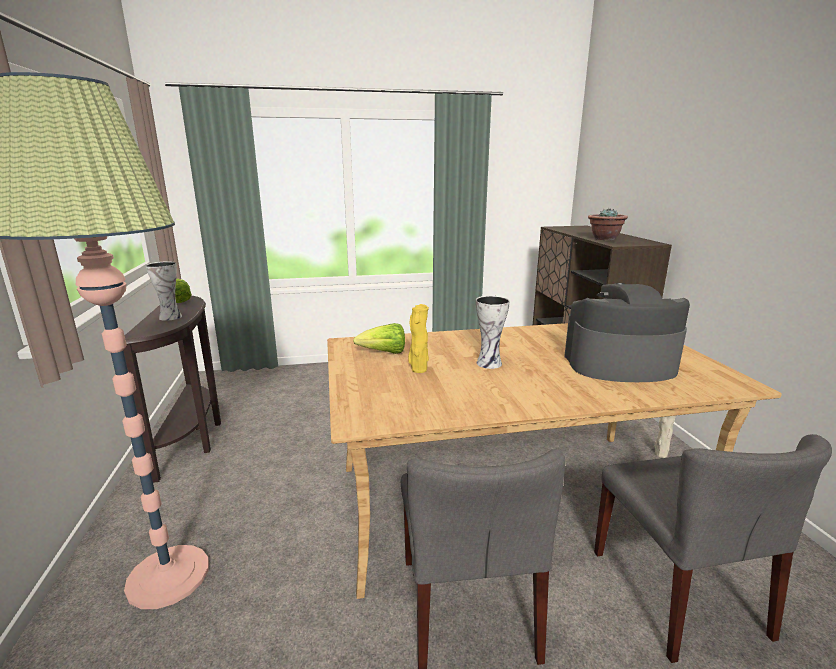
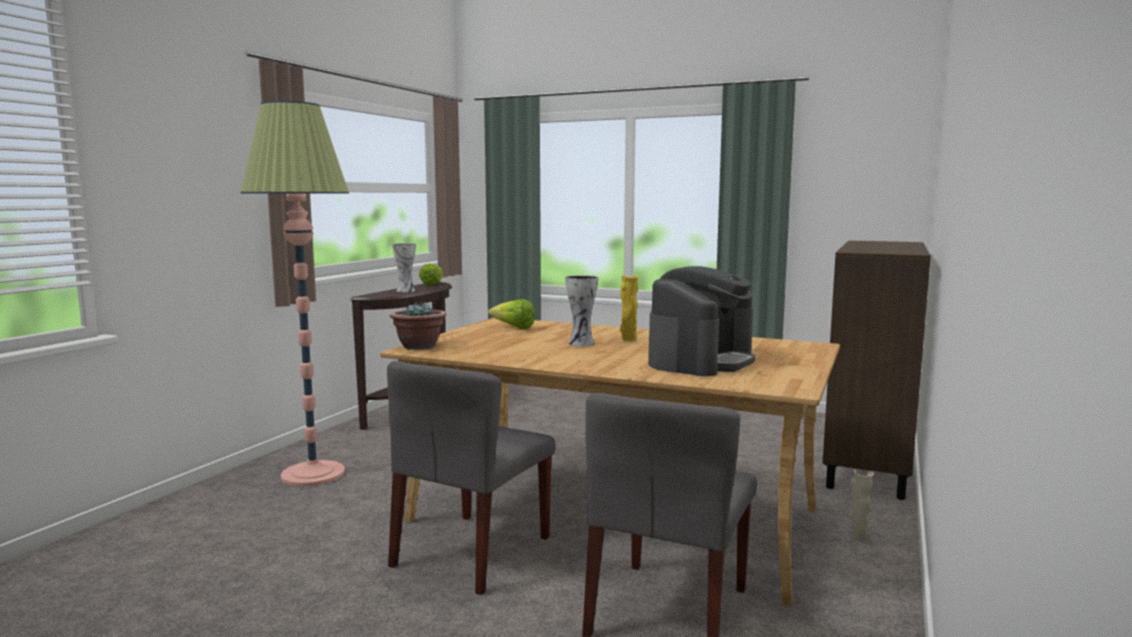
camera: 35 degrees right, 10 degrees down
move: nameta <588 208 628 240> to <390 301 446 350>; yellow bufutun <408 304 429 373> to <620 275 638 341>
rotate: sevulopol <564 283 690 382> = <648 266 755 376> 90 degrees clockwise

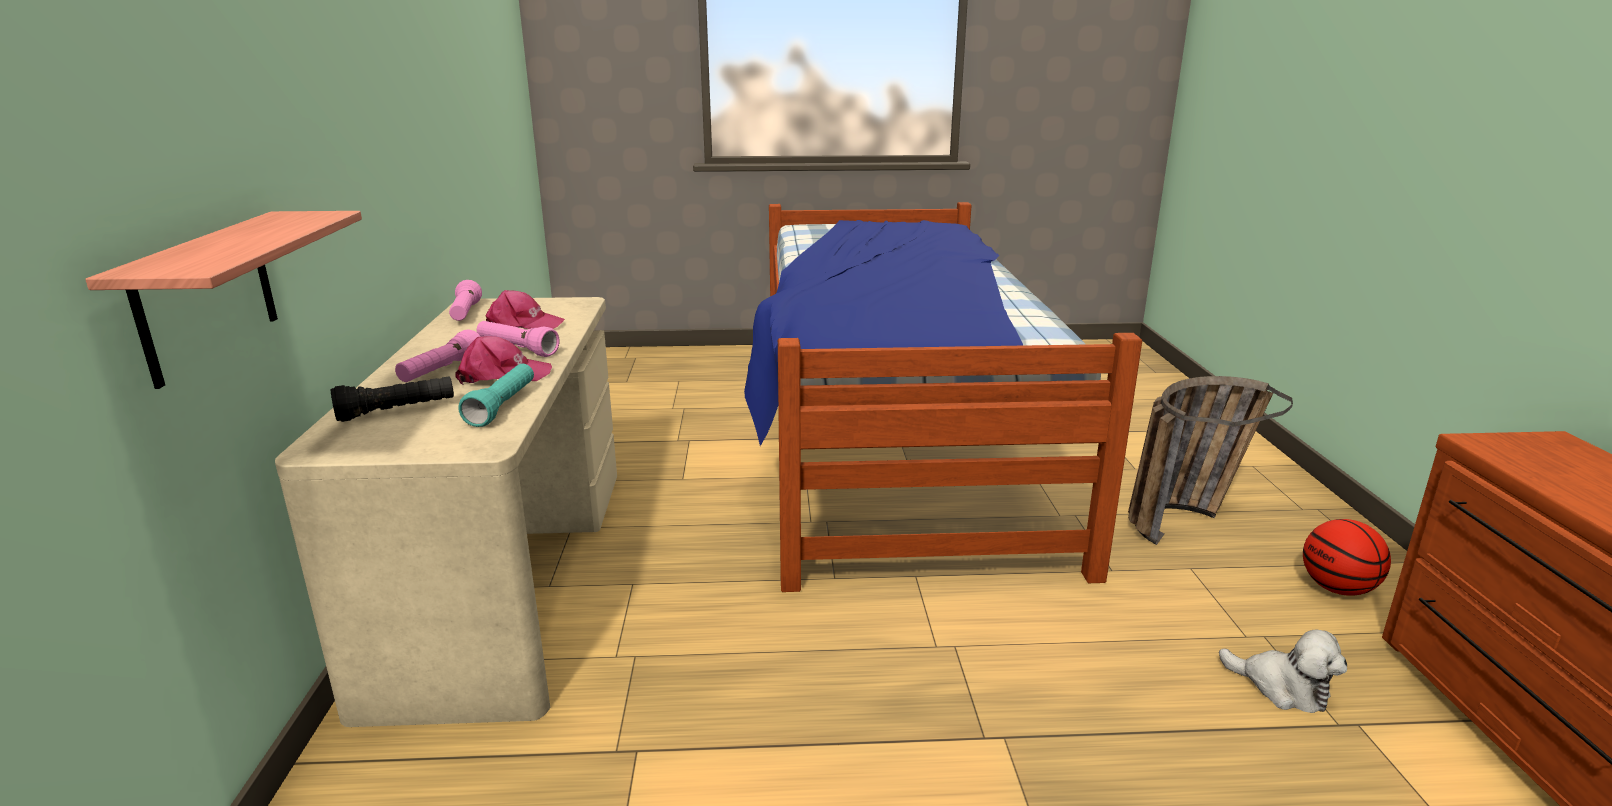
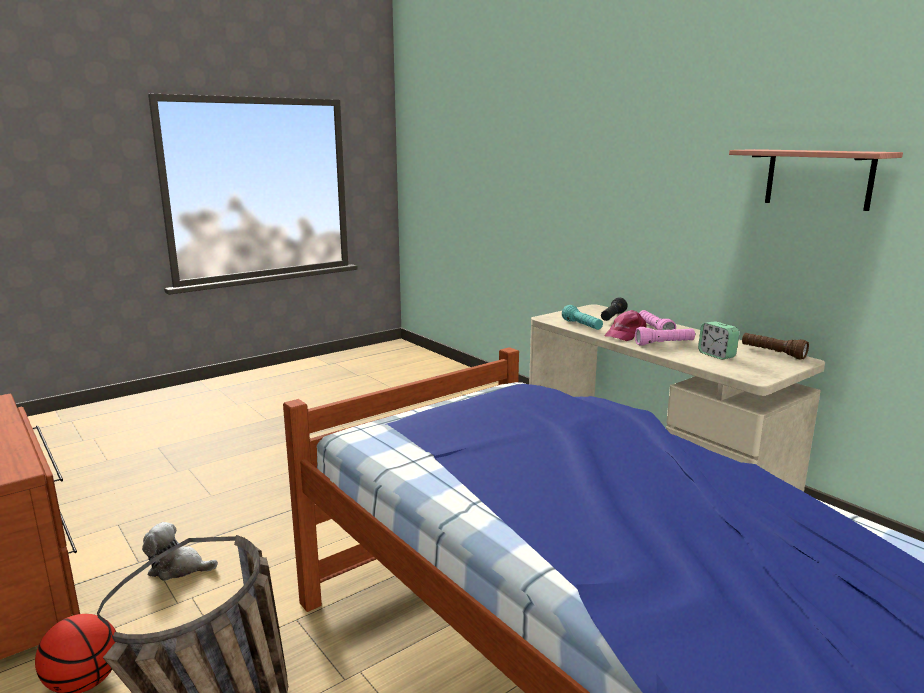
camera: 145 degrees right, 5 degrees down
move: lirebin <85 211 362 389> to <729 149 903 211>
replace: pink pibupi <486 290 565 329> to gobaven <698 321 739 360>
recolor: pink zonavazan <449 280 482 321> to brown zonavazan <742 333 809 360>

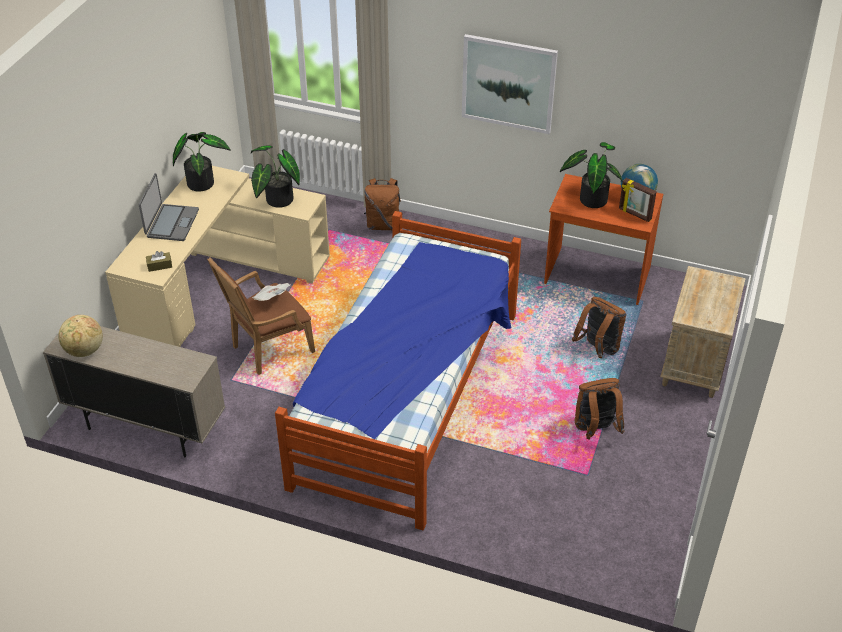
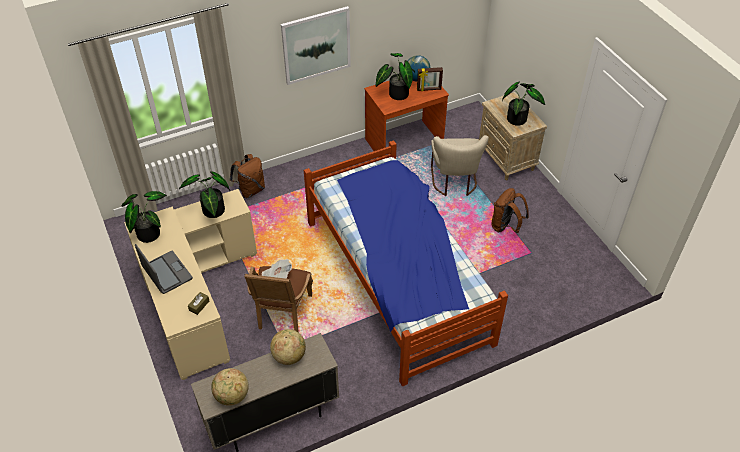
camera: 45 degrees left, 5 degrees up
insert: nameta <502 82 545 126>; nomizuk <270 329 306 365>
replace: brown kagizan <572 297 626 358> to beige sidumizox <431 135 489 196>

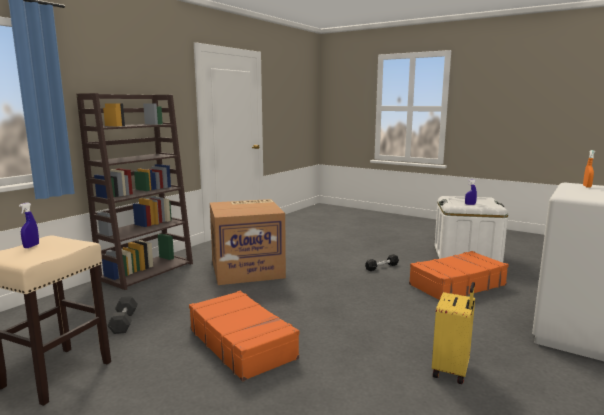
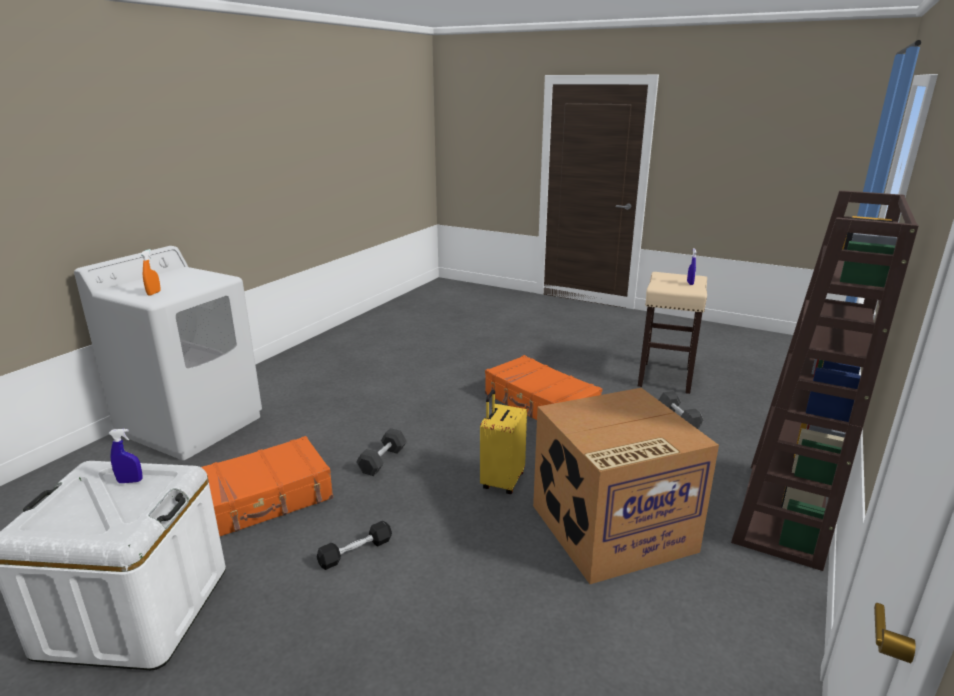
camera: 175 degrees right, 10 degrees up
insert: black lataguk <356 428 407 476>
move: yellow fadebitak <432 282 475 384> to <480 390 527 494>

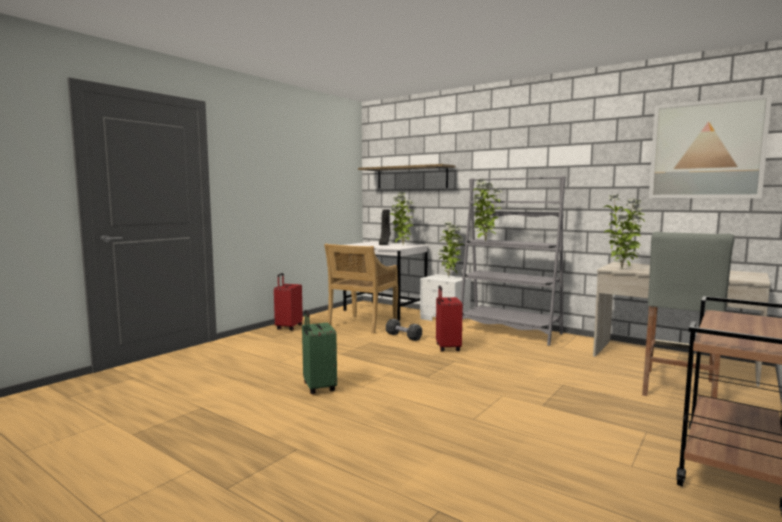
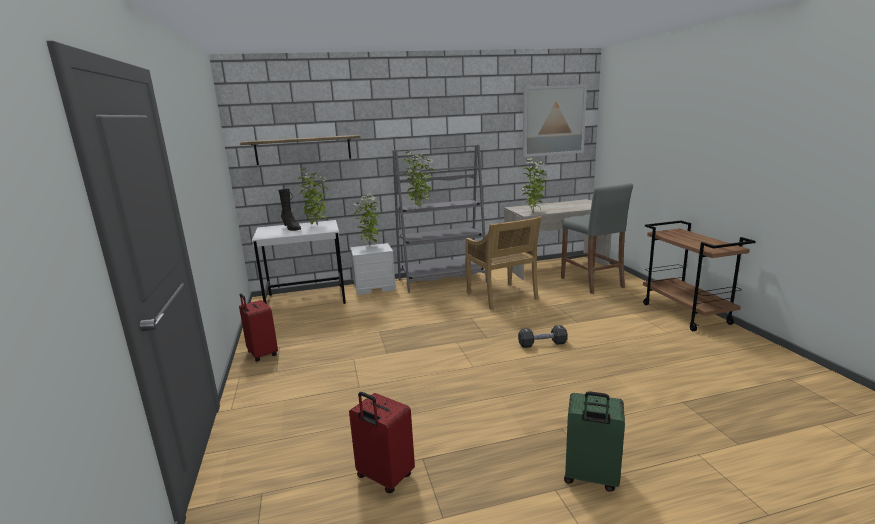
camera: 50 degrees left, 10 degrees up
move: beige sidumizox <324 244 398 334> to <465 217 541 310>; red fadebitak <436 285 463 352> to <349 392 415 493>; green fadebitak <302 310 337 394> to <564 391 625 492>; black lataguk <386 319 422 341> to <518 325 568 348>

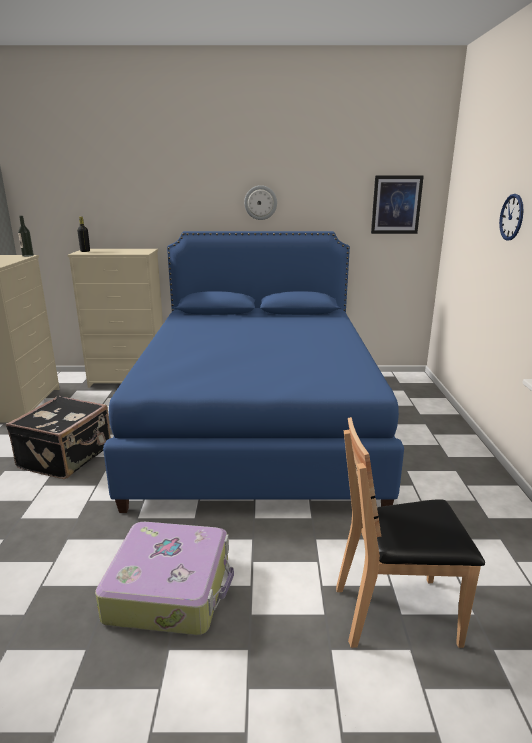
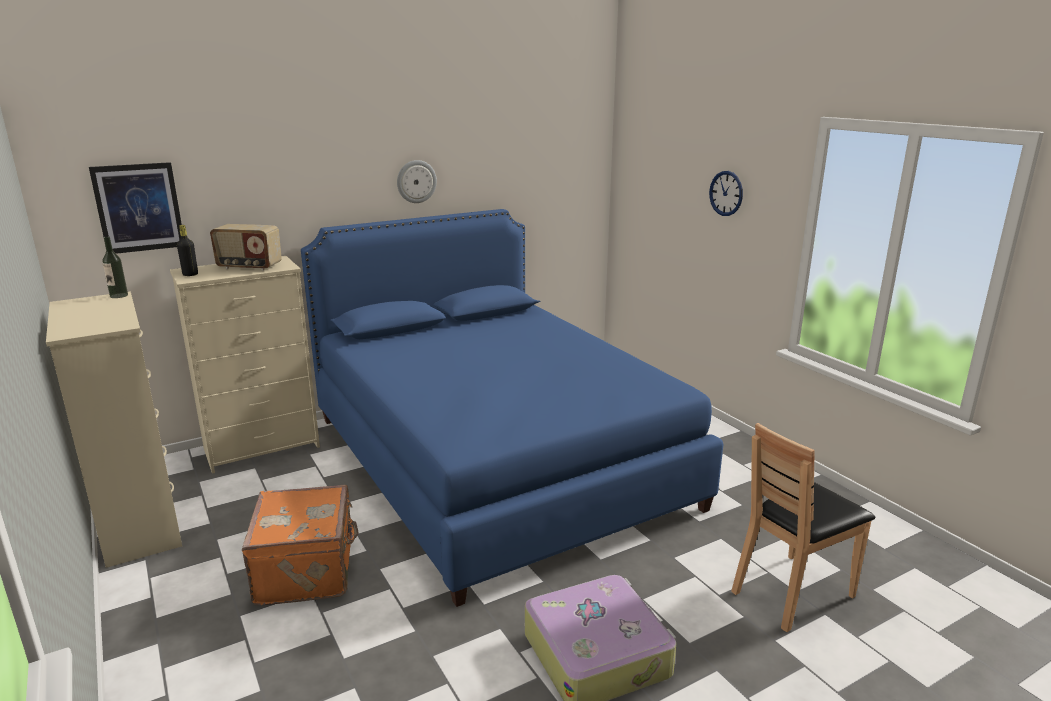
camera: 30 degrees left, 0 degrees up
insert: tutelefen <210 224 282 270>
move: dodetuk <371 175 424 234> to <89 162 182 254>
recolor: black fadebitak <6 396 111 479> to orange fadebitak <242 485 359 605>

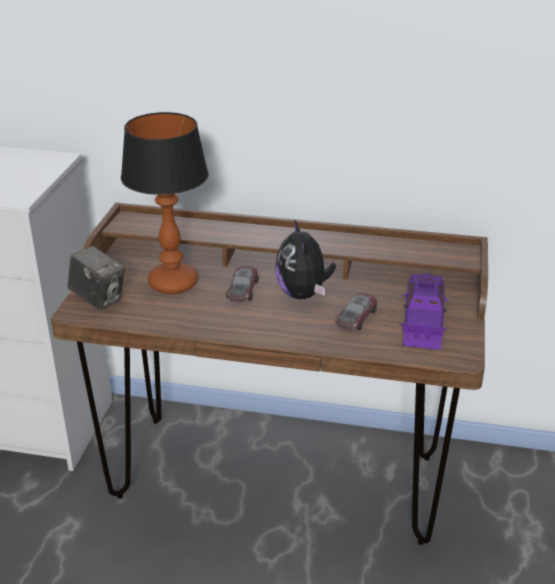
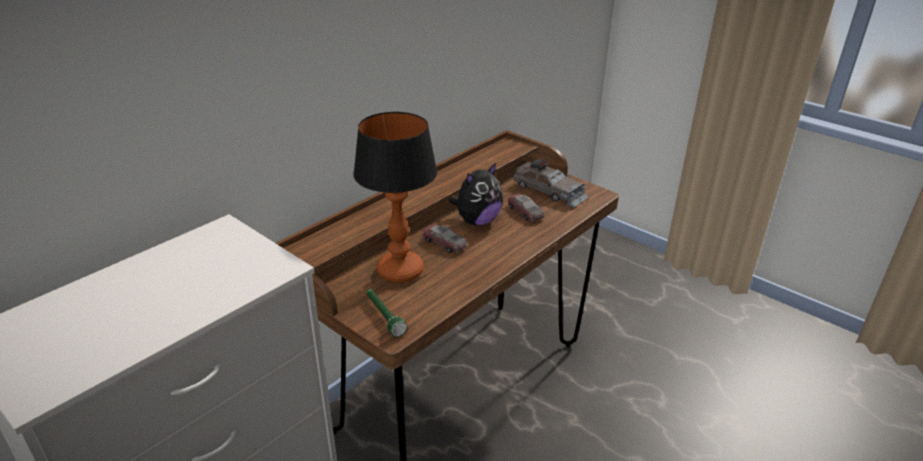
camera: 60 degrees left, 0 degrees up
replace: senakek <67 246 125 310> to green zonavazan <366 289 407 337>
recolor: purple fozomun <399 273 448 350> to grey fozomun <513 159 589 208>
rotate: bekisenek <275 219 336 299> = <449 163 503 226> 60 degrees counterclockwise

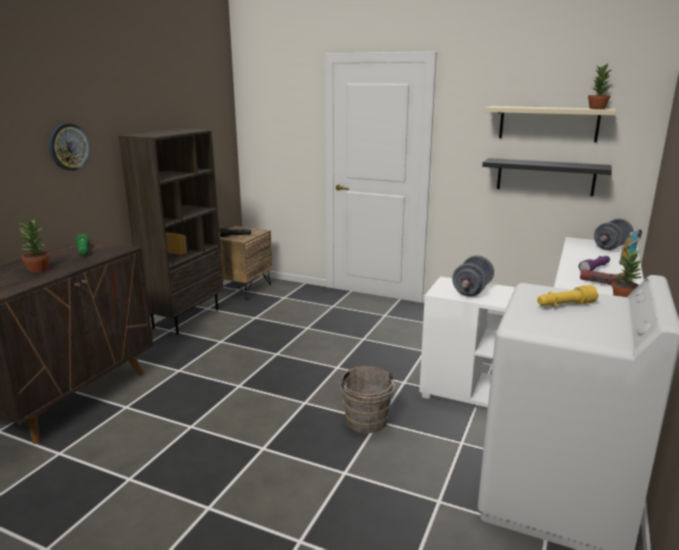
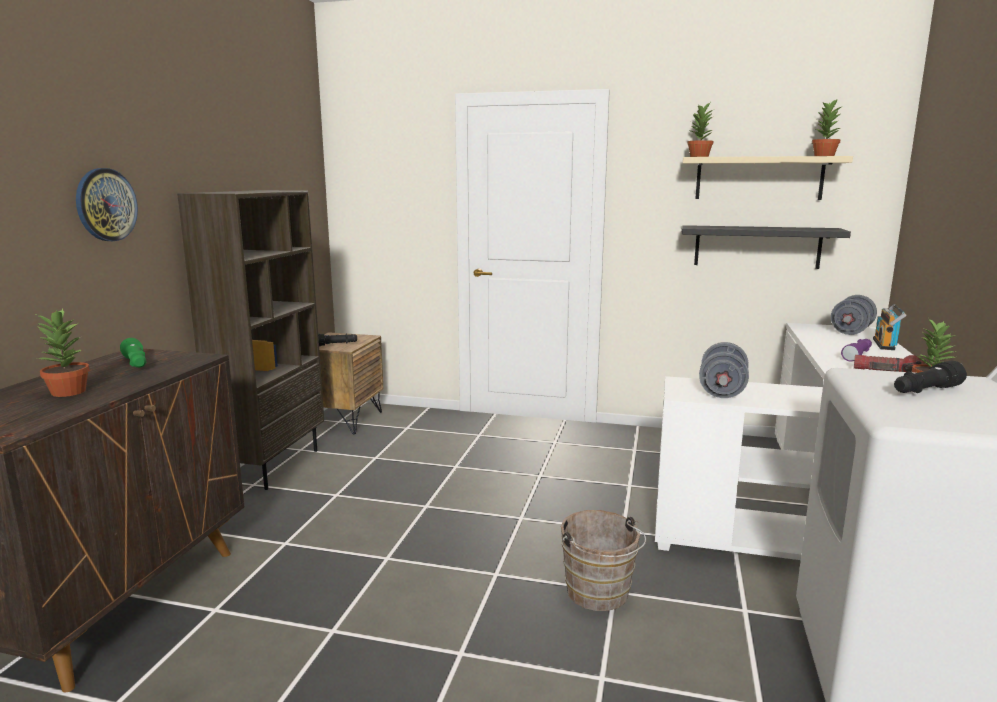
camera: 10 degrees left, 5 degrees down
insert: nameta <687 103 714 157>
recolor: yellow zonavazan <537 285 598 307> to black zonavazan <894 361 967 393>

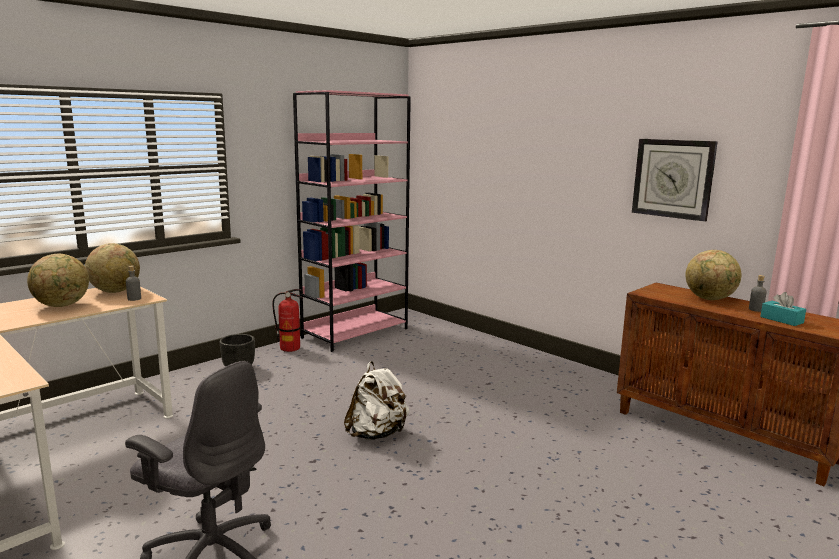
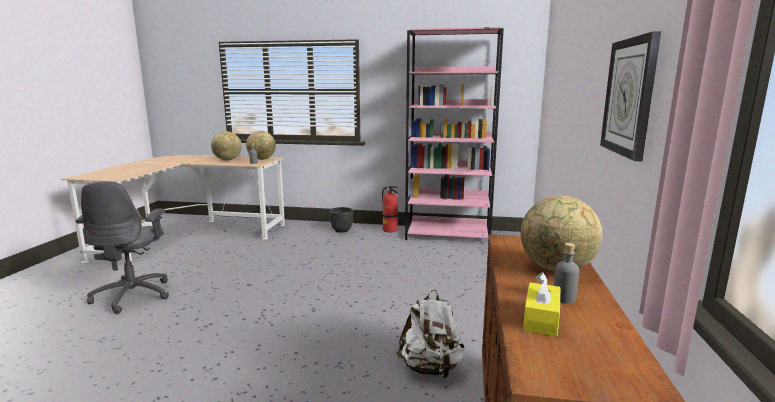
camera: 55 degrees right, 0 degrees up
move: white kagizan <344 361 410 440> to <396 290 465 378>
recolor: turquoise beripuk <760 292 806 326> to yellow beripuk <523 272 560 336>

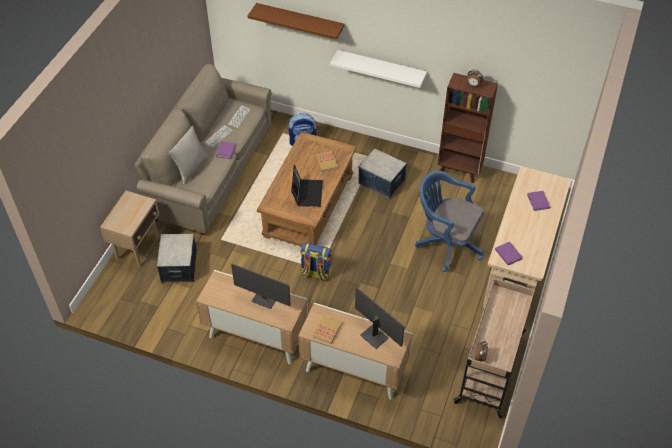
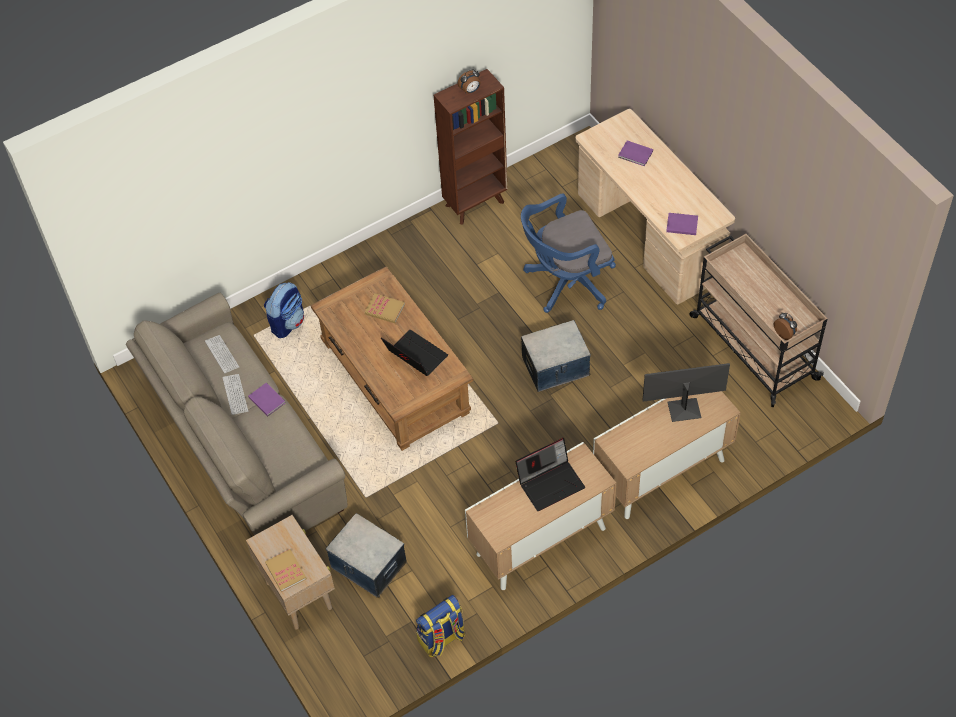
camera: 50 degrees left, 5 degrees up
delete: brown lirebin <247 3 344 40>; white lirebin <330 50 427 88>; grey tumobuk <168 126 209 184>
move: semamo <358 149 407 199> to <521 320 591 392>; kagizan <301 242 332 282> to <416 595 465 657>; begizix <313 315 342 344> to <265 549 307 592>
replace: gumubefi <231 264 291 309> to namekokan <515 438 585 511>

